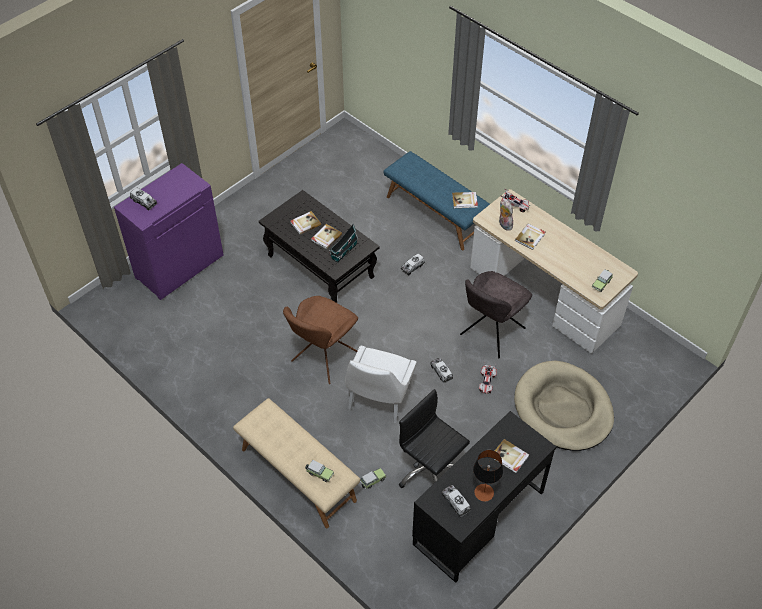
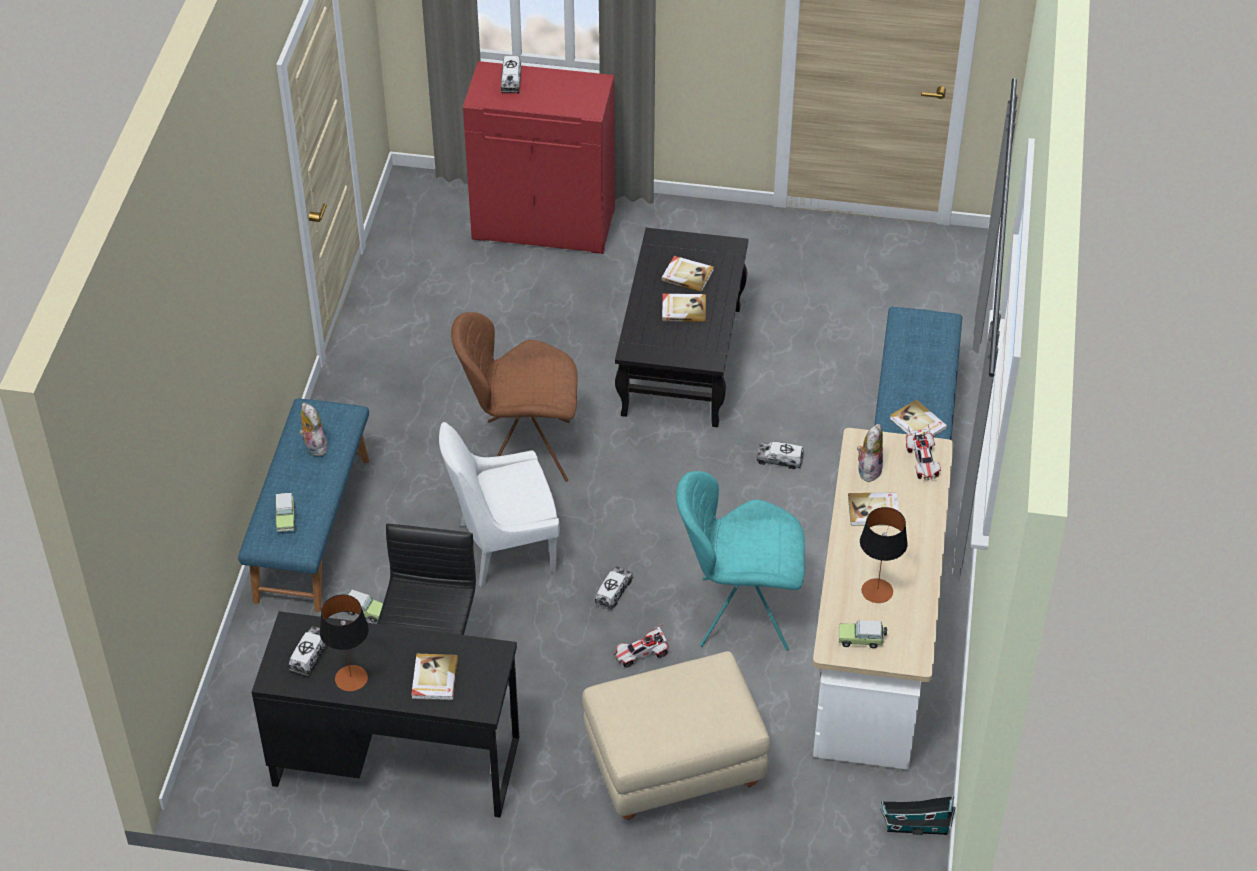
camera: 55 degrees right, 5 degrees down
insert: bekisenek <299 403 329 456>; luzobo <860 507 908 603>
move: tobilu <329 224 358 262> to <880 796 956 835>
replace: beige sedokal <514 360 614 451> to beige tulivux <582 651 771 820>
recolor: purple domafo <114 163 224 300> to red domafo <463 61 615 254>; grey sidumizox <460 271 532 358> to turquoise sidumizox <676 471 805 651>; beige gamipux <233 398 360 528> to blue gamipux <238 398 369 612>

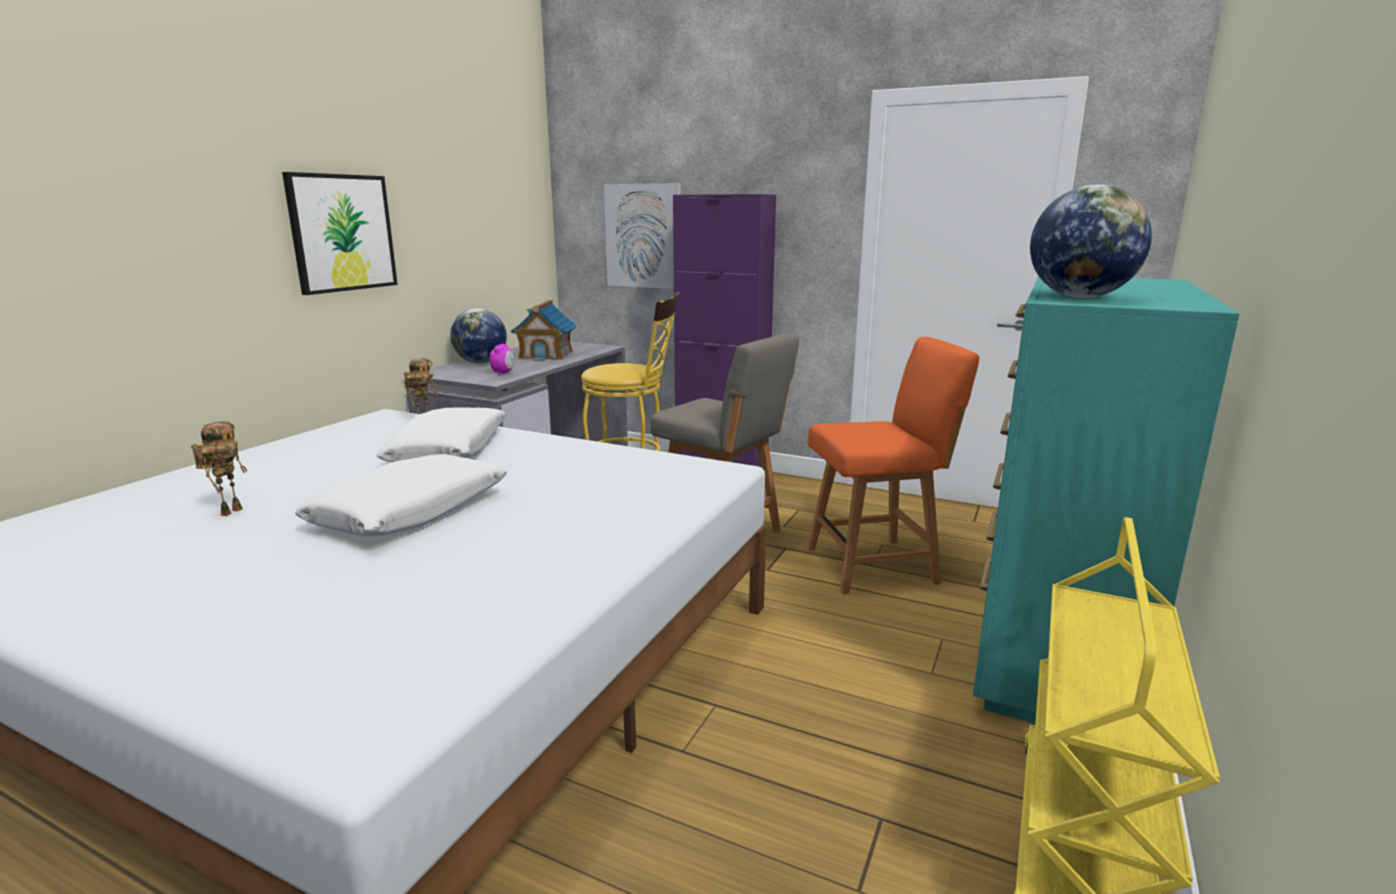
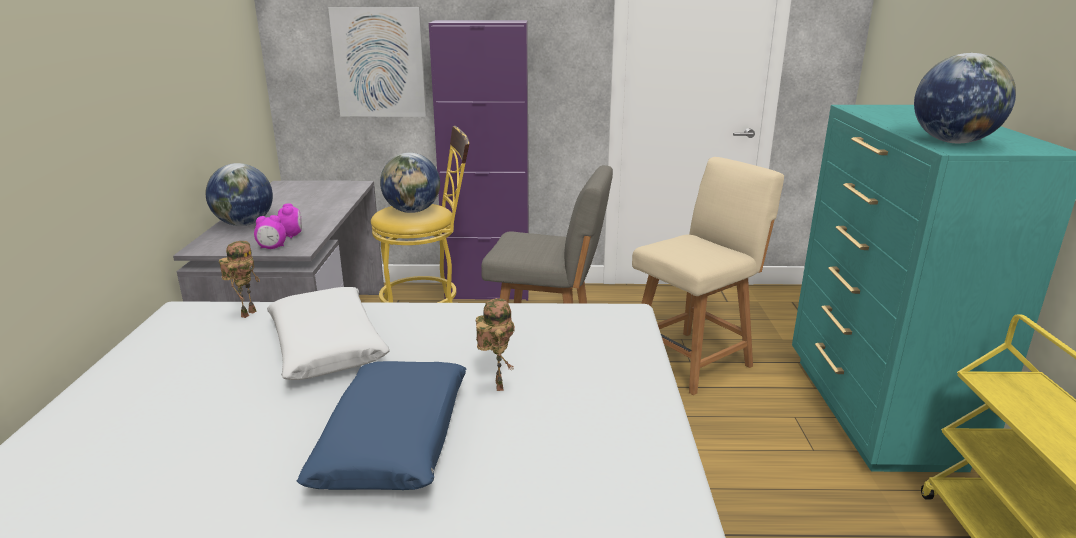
camera: 25 degrees left, 5 degrees up
delete: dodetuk <282 172 398 295>; tobilu <511 300 577 361>
insert: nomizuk <380 153 440 213>; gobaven <254 215 286 249>
move: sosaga <191 421 247 516> to <476 298 515 391>
recolor: orange sidumizox <807 337 979 594> to beige sidumizox <632 157 784 395>; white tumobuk <295 454 507 536> to blue tumobuk <297 361 466 490>

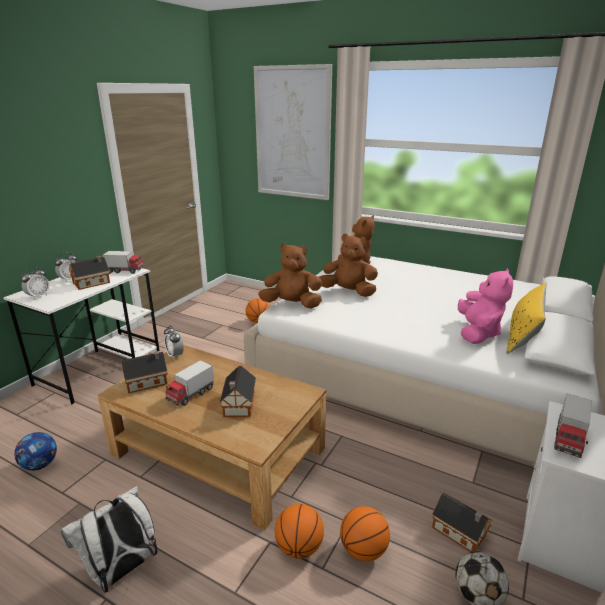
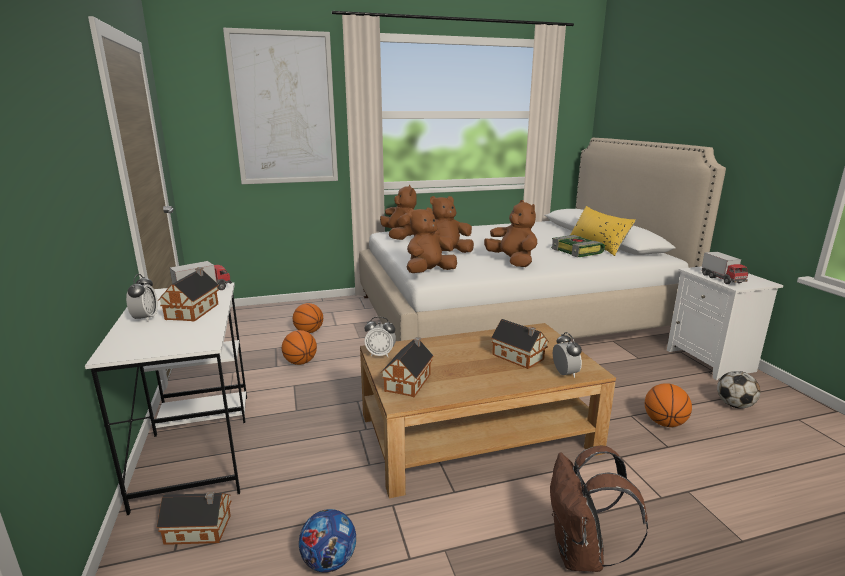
camera: 45 degrees left, 5 degrees down
delete: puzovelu <165 360 214 406>
insert: brown bekisenek <484 200 537 267>
move: gobaven <21 267 49 300> to <553 332 582 378>; tobilu <432 492 493 552> to <156 492 231 545>; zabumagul <275 504 324 559> to <282 330 317 365>
replace: pink bekisenek <458 268 513 344> to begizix <551 235 605 258>
recolor: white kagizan <61 486 157 593> to brown kagizan <550 446 648 572>

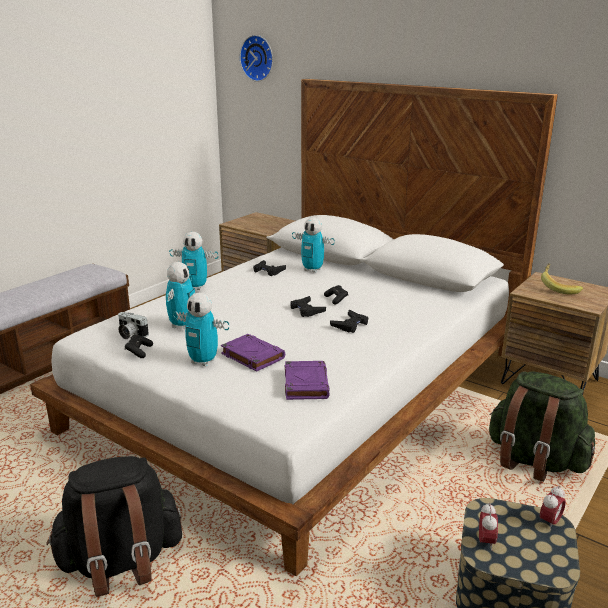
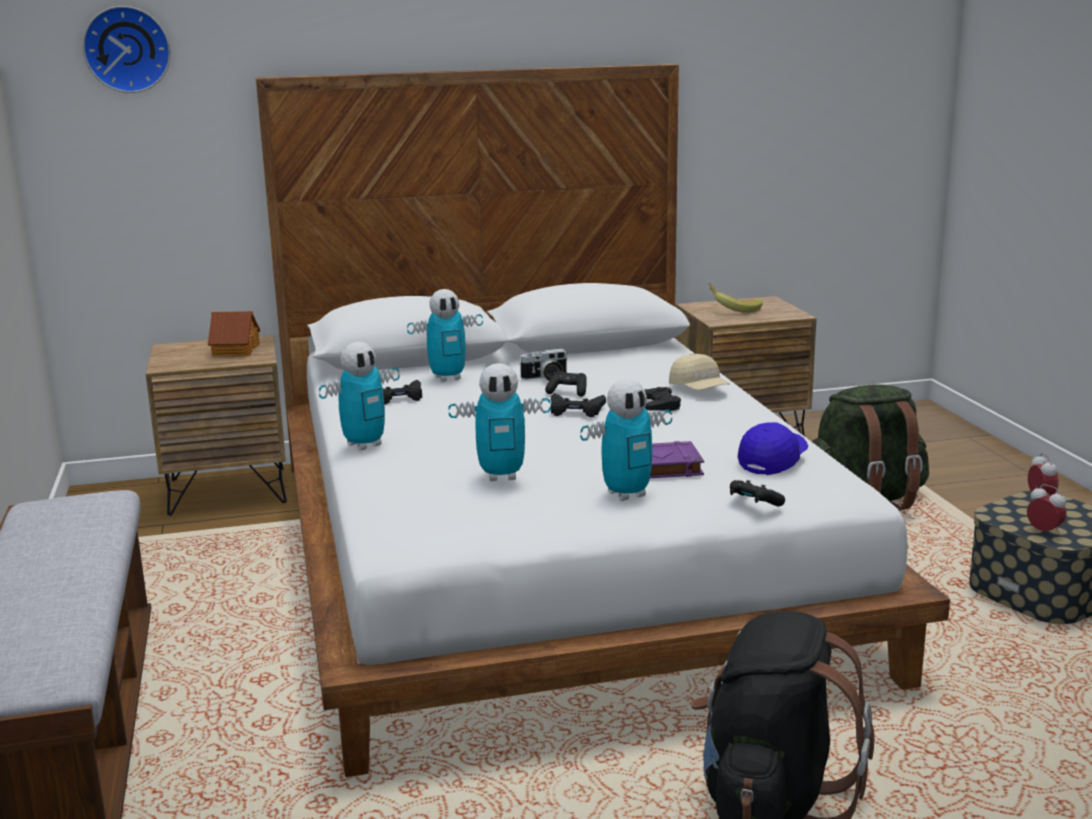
camera: 50 degrees left, 5 degrees down
insert: tobilu <208 311 260 356>; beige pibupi <669 353 730 390>
move: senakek <118 312 149 339> to <519 349 568 381>; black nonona <125 335 153 358> to <730 480 785 506>
replace: purple begizix <285 361 330 400> to blue pibupi <738 422 808 475>
rotate: sosaga <166 262 195 329> = <448 363 551 481> 120 degrees clockwise

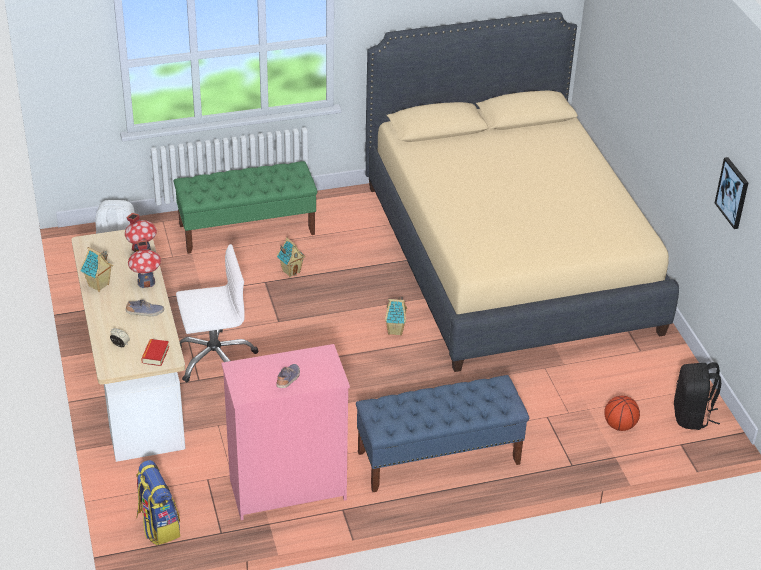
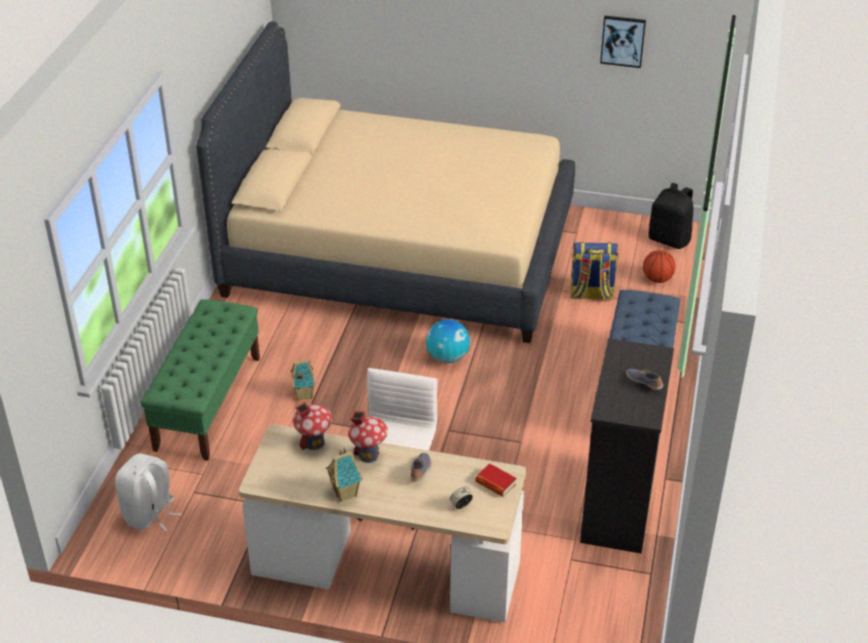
camera: 60 degrees left, 0 degrees up
move: kagizan <136 460 180 545> to <570 242 618 301>
replace: tobilu <385 297 407 336> to nomizuk <426 319 470 363>
recolor: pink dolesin <222 344 350 520> to black dolesin <580 338 674 554>

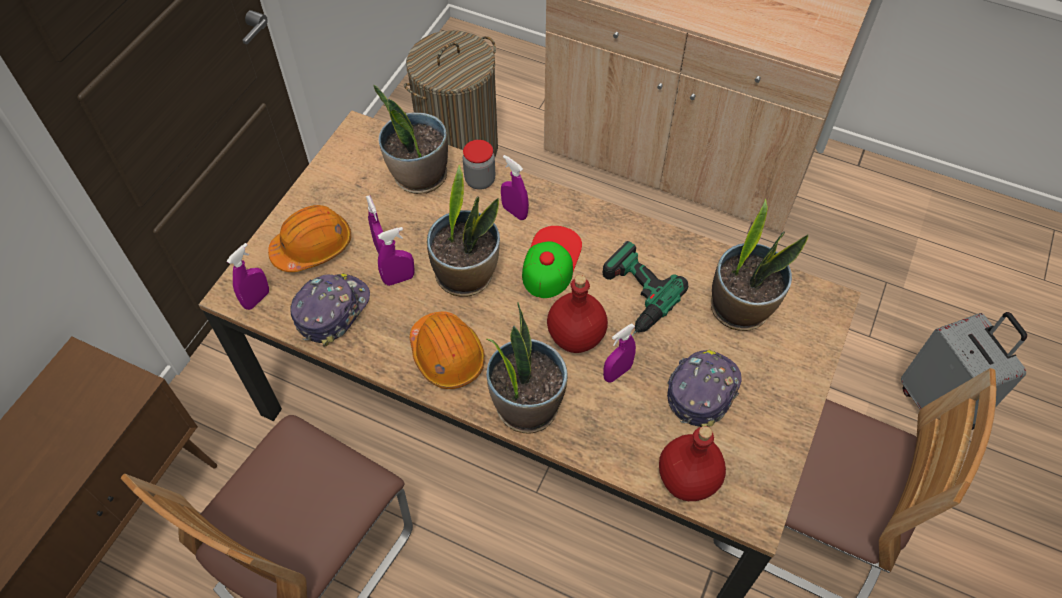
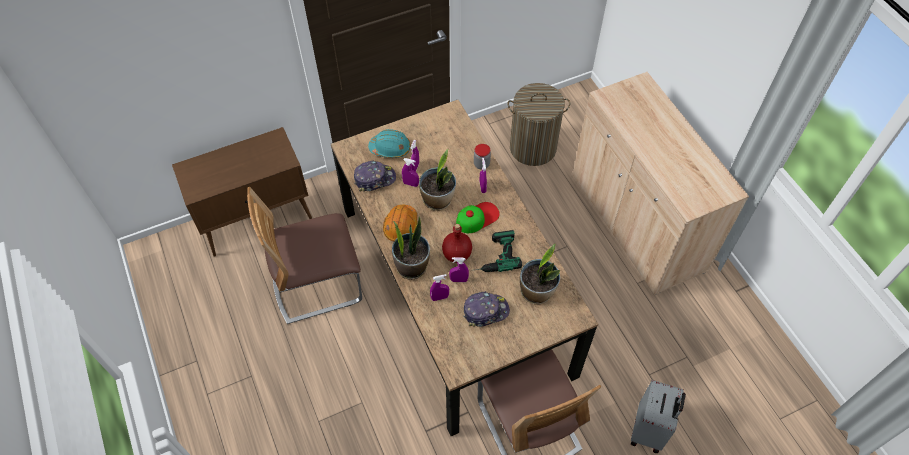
camera: 40 degrees right, 0 degrees up
delete: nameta <373 85 448 194>; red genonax <659 426 726 501>
move: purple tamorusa <227 243 269 310> to <430 274 449 301>
recolor: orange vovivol <268 205 351 272> to turquoise vovivol <368 129 411 158>

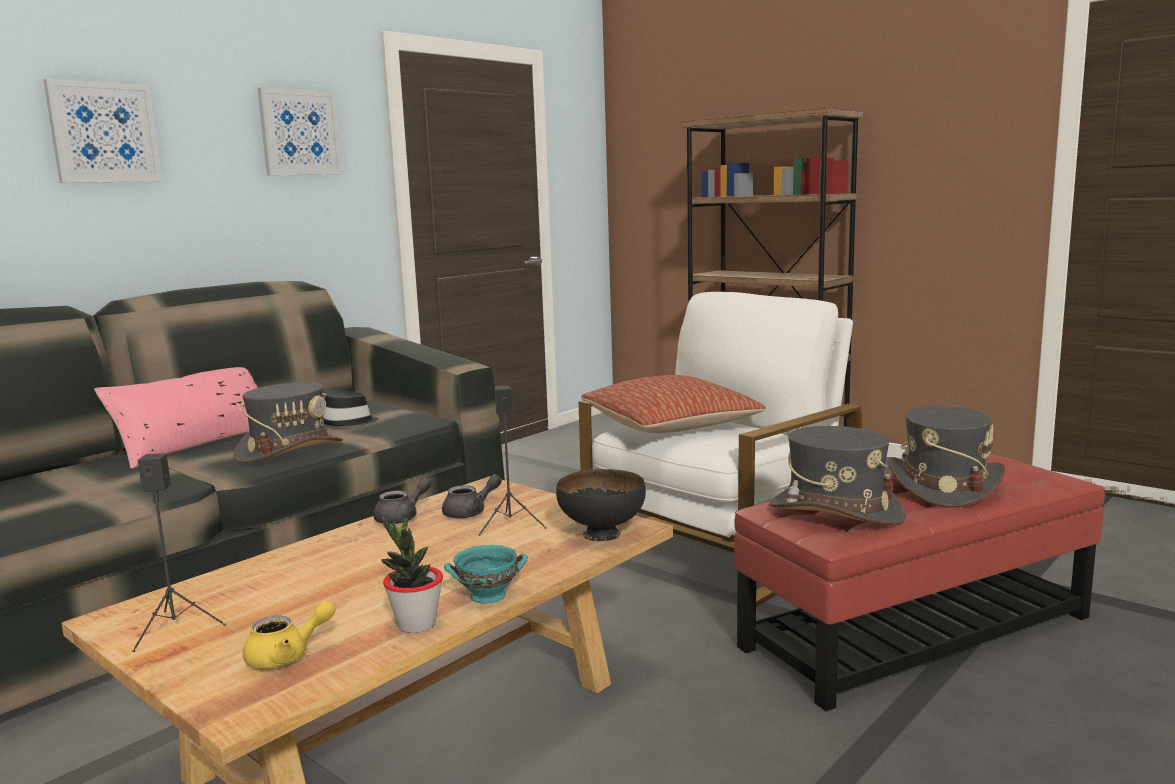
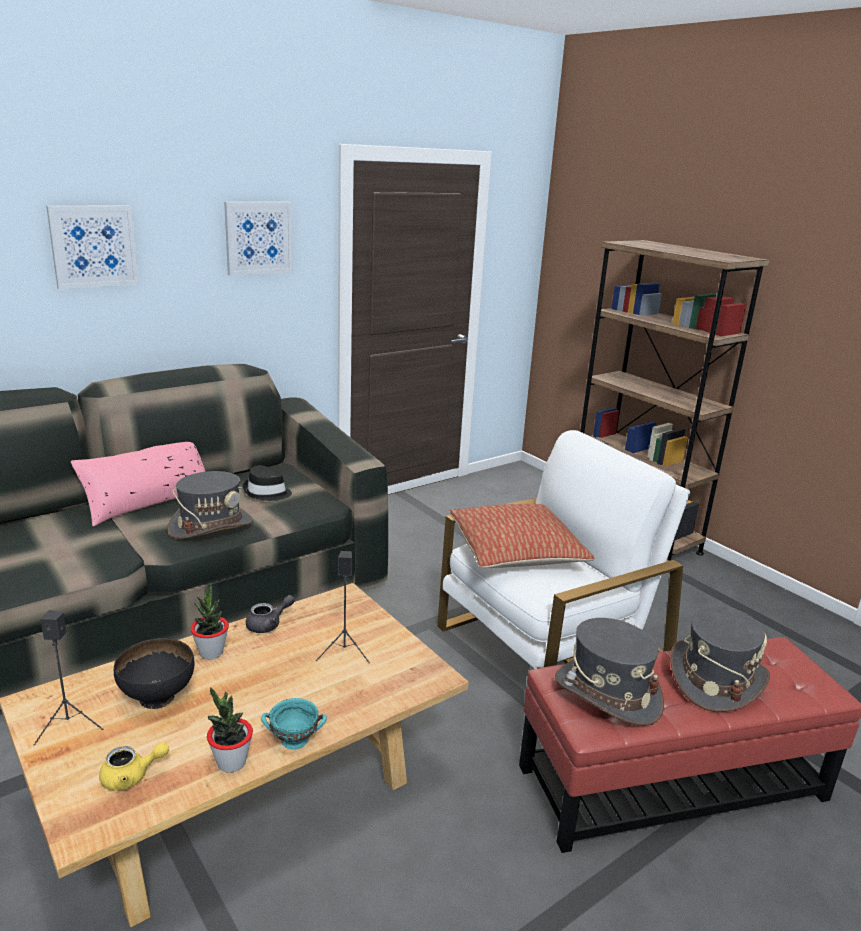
camera: 10 degrees right, 10 degrees up
delete: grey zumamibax <442 474 502 519>
insert: nameta <190 583 229 660>
move: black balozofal <556 469 646 541> to <114 638 194 709>

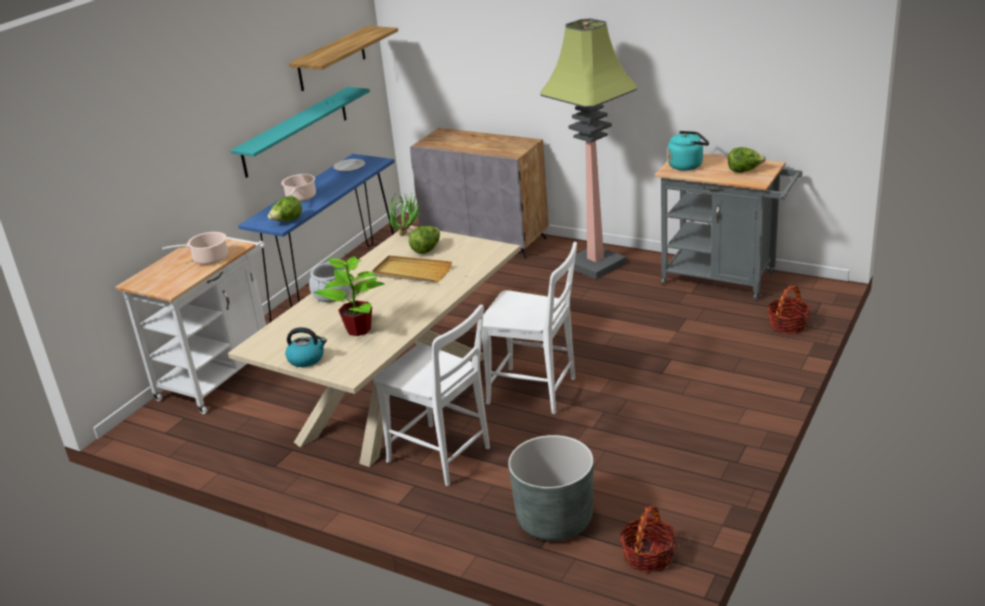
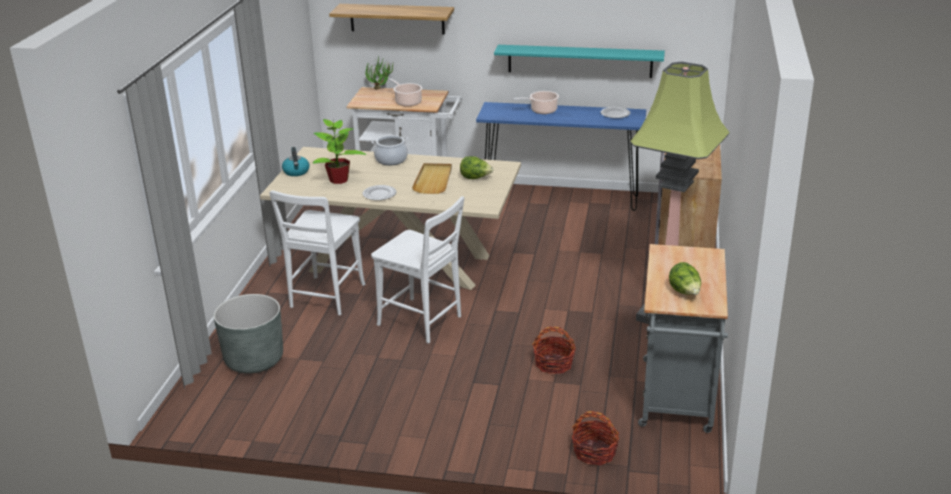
camera: 70 degrees right, 0 degrees up
delete: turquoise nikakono <668 131 709 171>; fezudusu <268 196 302 221>
insert: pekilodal <363 185 396 200>
move: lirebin <289 26 398 91> to <329 4 454 35>; nameta <388 192 420 236> to <365 57 393 90>; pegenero <620 506 677 573> to <532 327 576 374>
rotate: white sidumizox <482 242 577 414> = <371 196 464 343> 60 degrees counterclockwise

